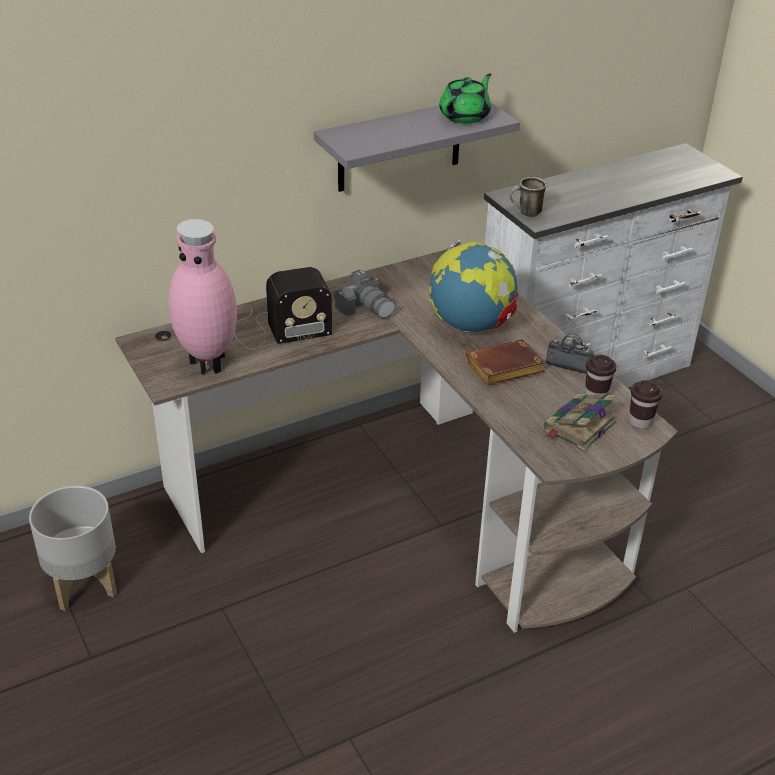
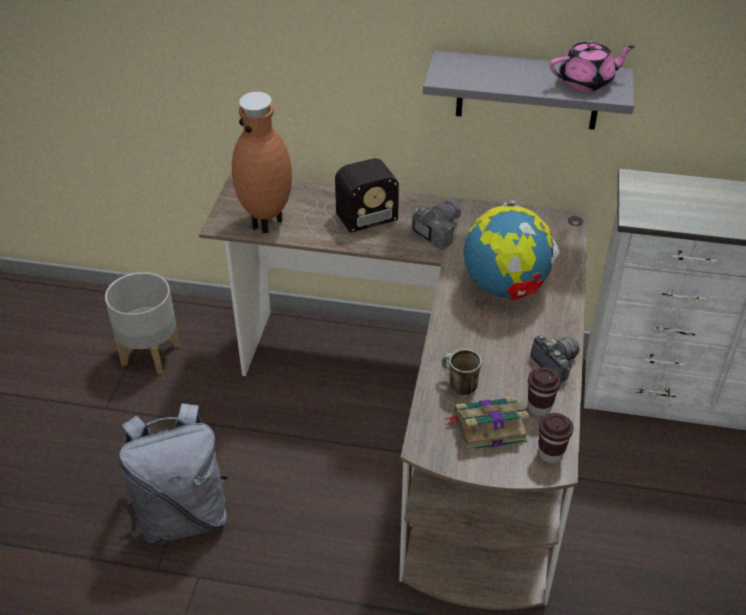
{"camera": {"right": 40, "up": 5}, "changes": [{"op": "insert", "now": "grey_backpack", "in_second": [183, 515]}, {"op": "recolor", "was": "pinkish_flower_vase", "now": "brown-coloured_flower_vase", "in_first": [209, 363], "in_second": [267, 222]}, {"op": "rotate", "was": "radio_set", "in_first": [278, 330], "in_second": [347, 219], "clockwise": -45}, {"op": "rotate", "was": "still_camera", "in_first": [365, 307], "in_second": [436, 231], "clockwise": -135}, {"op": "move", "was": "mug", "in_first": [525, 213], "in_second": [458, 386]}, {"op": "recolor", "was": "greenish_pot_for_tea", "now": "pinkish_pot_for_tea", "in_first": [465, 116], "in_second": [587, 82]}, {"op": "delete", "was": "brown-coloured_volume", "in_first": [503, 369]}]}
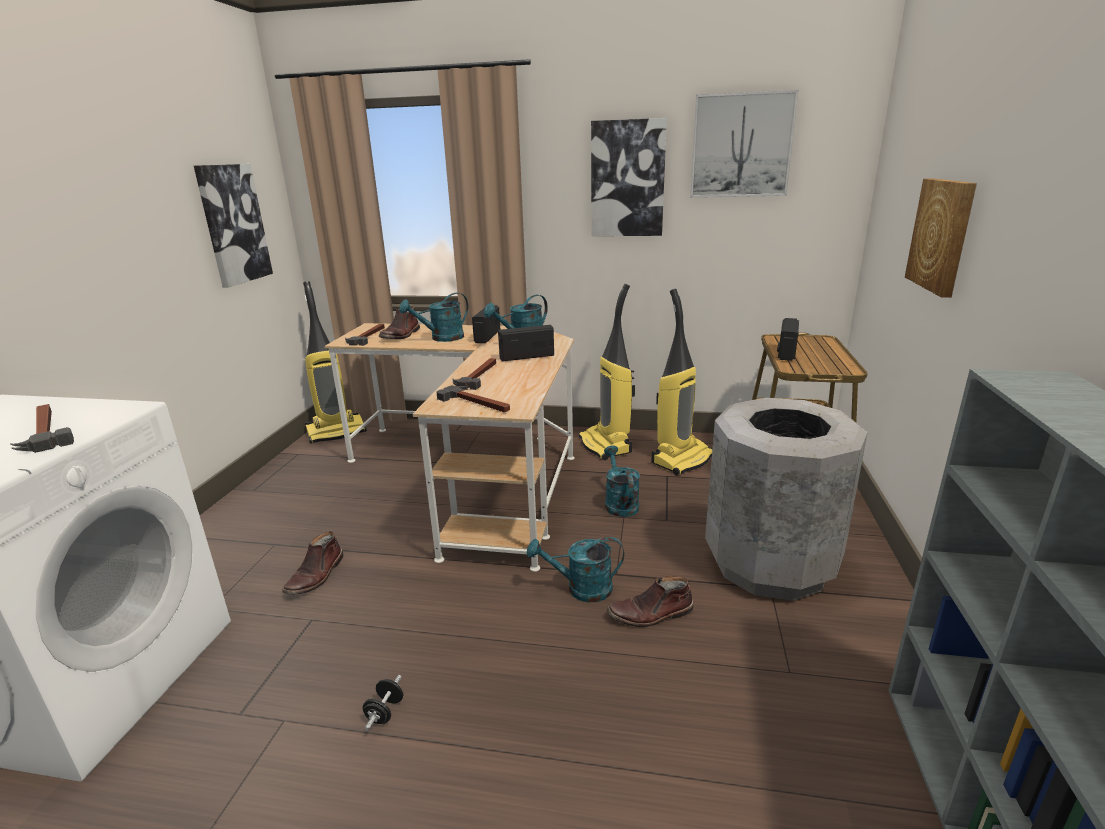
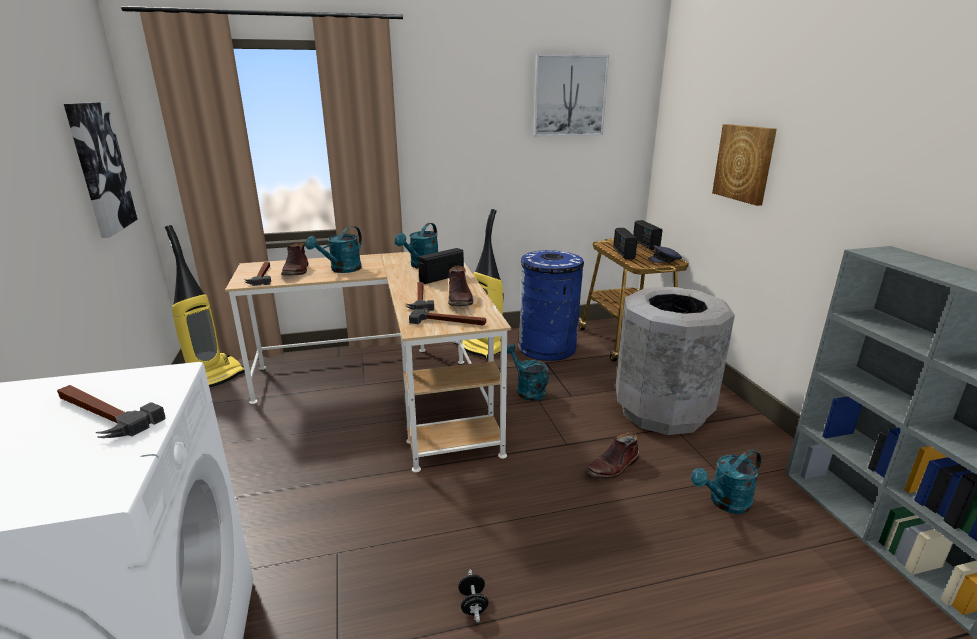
{"camera": {"right": -25, "up": 0}, "changes": [{"op": "move", "was": "brown-coloured_boot", "in_first": [316, 576], "in_second": [460, 299]}, {"op": "replace", "was": "vacuum_cleaner", "now": "bluish_rubbish_bin", "in_first": [682, 459], "in_second": [547, 348]}, {"op": "move", "was": "radio_set", "in_first": [487, 336], "in_second": [645, 244]}, {"op": "insert", "now": "grey_baseball_cap", "in_second": [665, 260]}, {"op": "move", "was": "blue-green_watering_pot", "in_first": [581, 589], "in_second": [725, 503]}, {"op": "delete", "was": "picture", "in_first": [627, 179]}]}
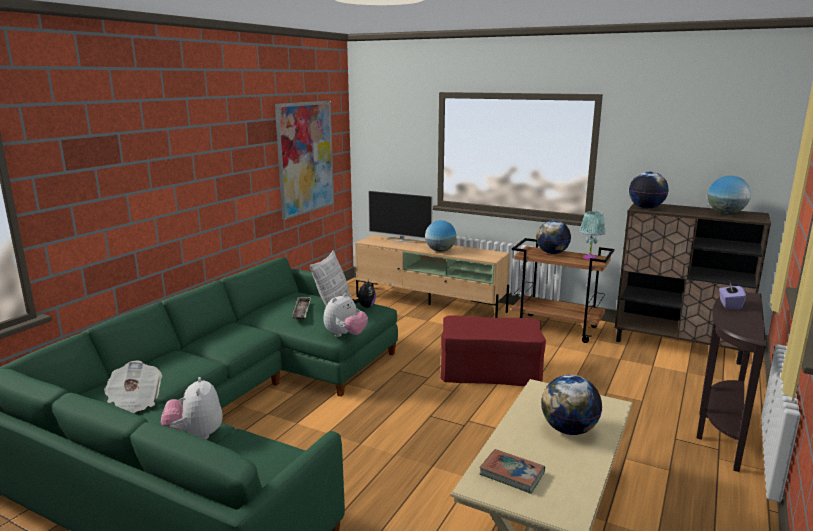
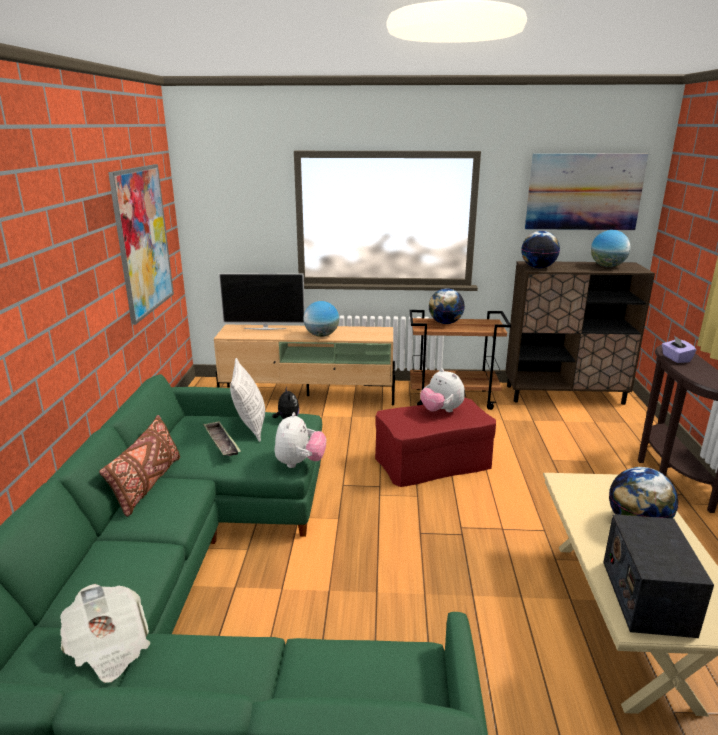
{"camera": {"right": -25, "up": 5}, "changes": [{"op": "insert", "now": "brown-coloured_pillow", "in_second": [147, 485]}, {"op": "move", "was": "cuddly_toy", "in_first": [195, 435], "in_second": [441, 411]}, {"op": "insert", "now": "picture", "in_second": [584, 192]}, {"op": "replace", "was": "volume", "now": "radio_set", "in_first": [512, 474], "in_second": [646, 596]}, {"op": "delete", "was": "blue-green_table_lamp", "in_first": [590, 257]}]}
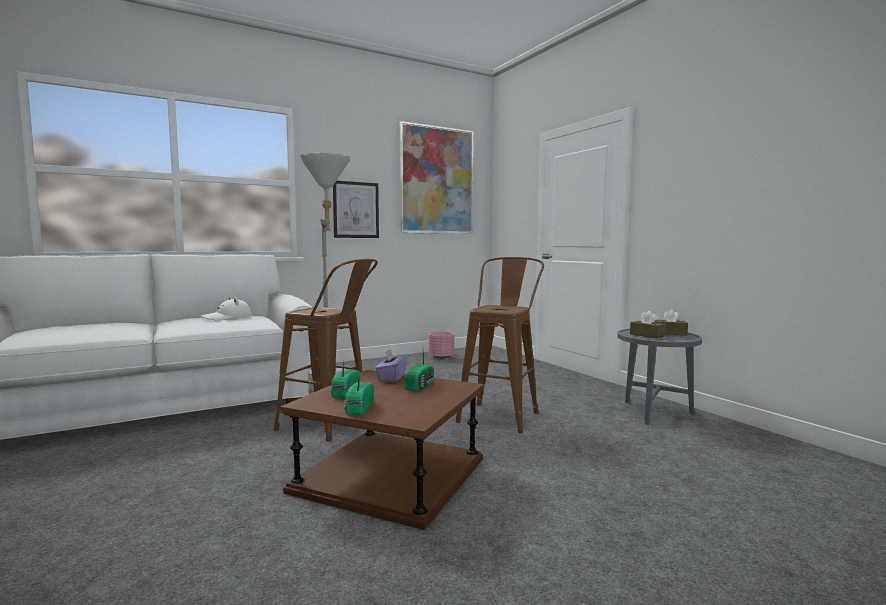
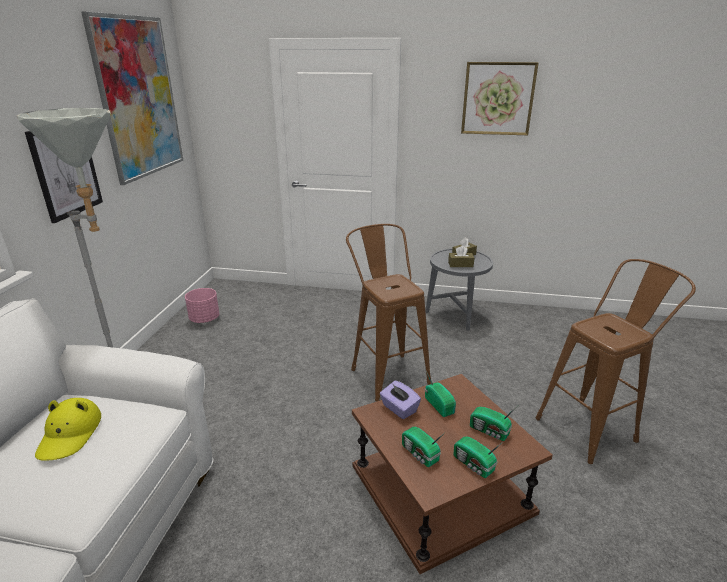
{"camera": {"right": -50, "up": 20}, "changes": [{"op": "recolor", "was": "whitish_clothing_hat", "now": "yellow_clothing_hat", "in_first": [227, 318], "in_second": [70, 434]}, {"op": "insert", "now": "picture", "in_second": [498, 99]}, {"op": "insert", "now": "radio_set", "in_second": [490, 431]}, {"op": "move", "was": "brown-coloured_stool_seat", "in_first": [331, 426], "in_second": [593, 427]}]}
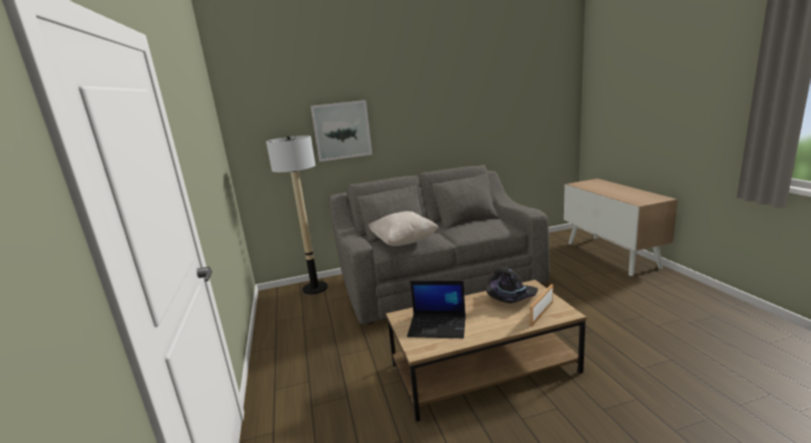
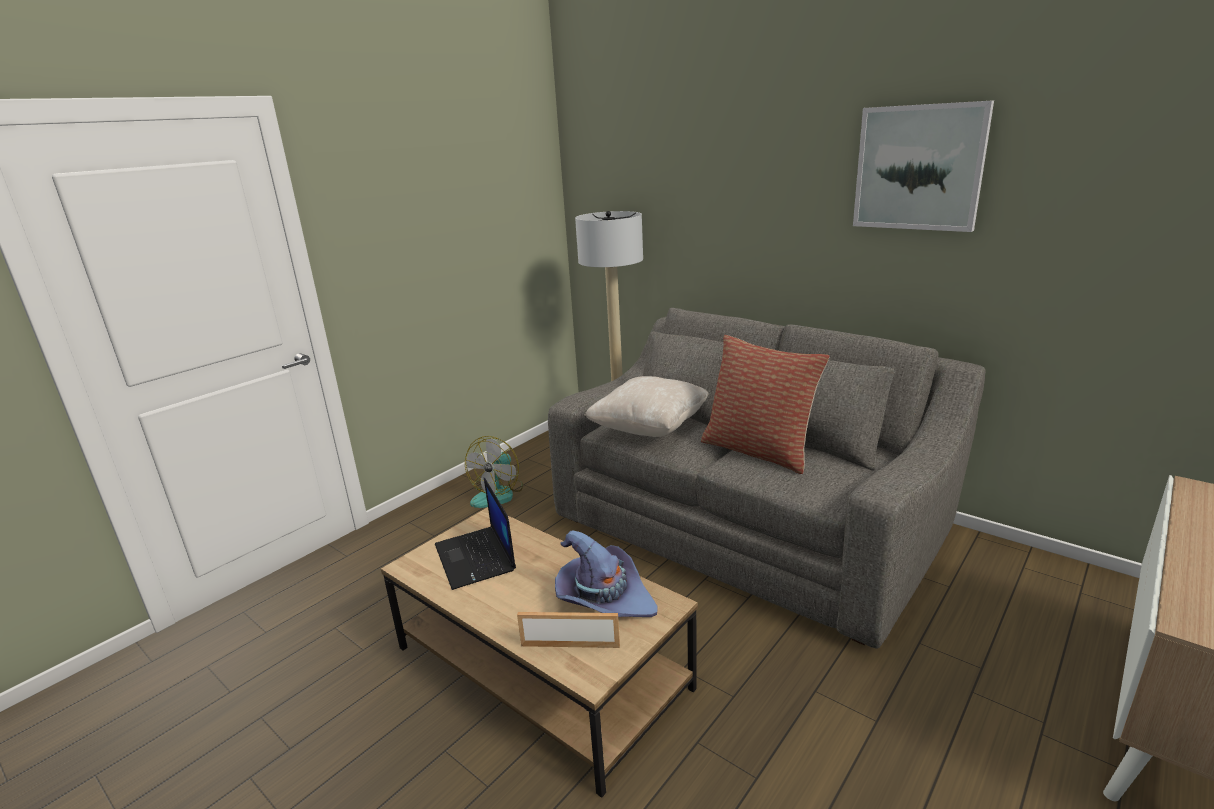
{"camera": {"right": 55, "up": 5}, "changes": [{"op": "insert", "now": "electric_fan", "in_second": [498, 494]}, {"op": "recolor", "was": "black-coloured_clothing_hat", "now": "purplish_clothing_hat", "in_first": [512, 298], "in_second": [603, 597]}, {"op": "insert", "now": "pillow", "in_second": [759, 450]}, {"op": "move", "was": "picture", "in_first": [342, 130], "in_second": [919, 168]}]}
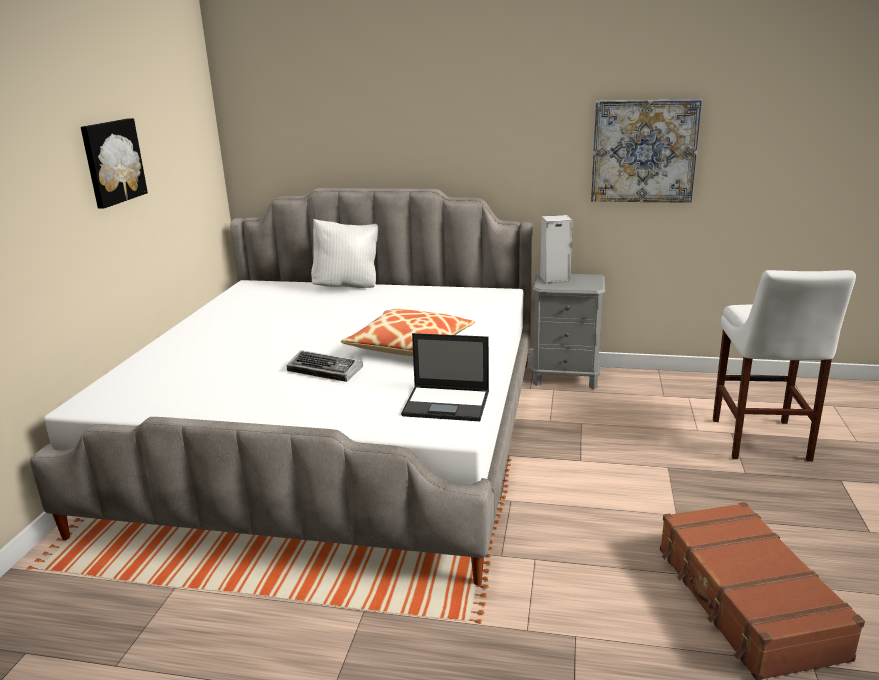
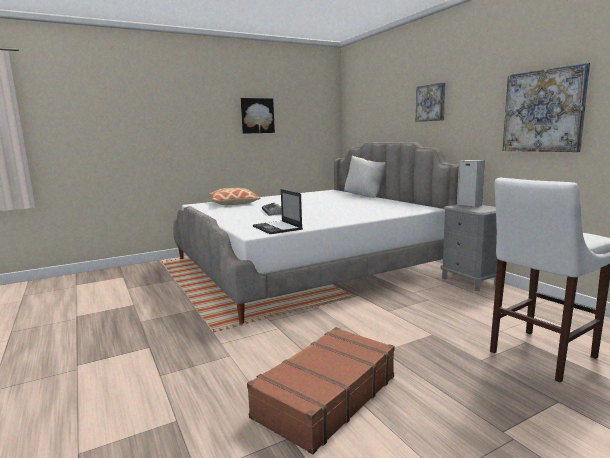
{"camera": {"right": 50, "up": -10}, "changes": [{"op": "move", "was": "pillow", "in_first": [410, 346], "in_second": [234, 203]}, {"op": "insert", "now": "picture", "in_second": [431, 103]}]}
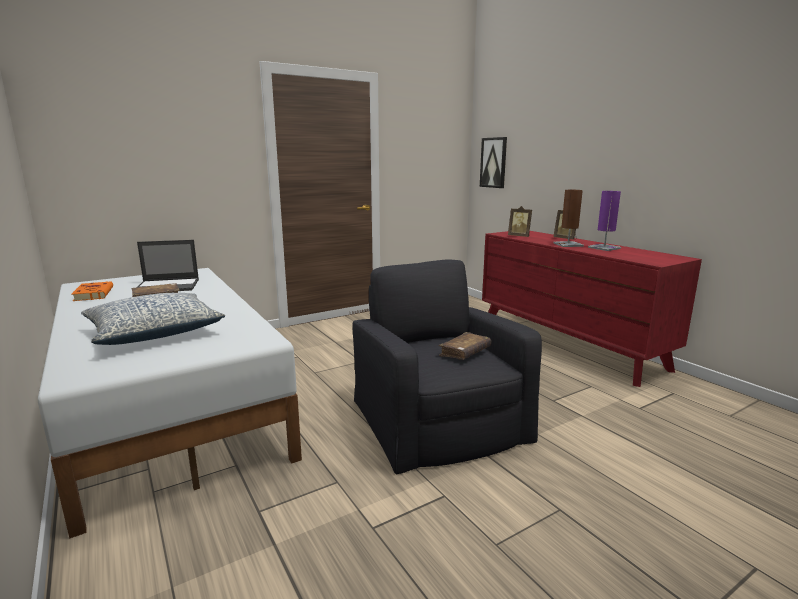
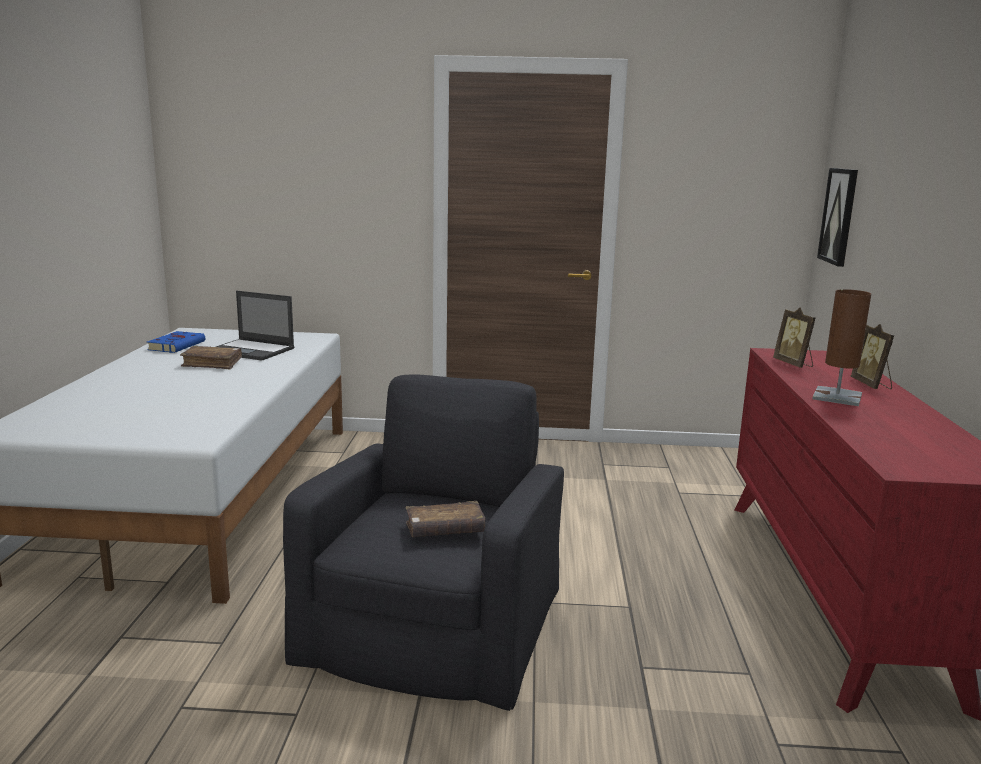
{"camera": {"right": 35, "up": 0}, "changes": [{"op": "recolor", "was": "orange_volume", "now": "bluish_volume", "in_first": [94, 294], "in_second": [177, 345]}, {"op": "delete", "was": "pillow", "in_first": [155, 332]}, {"op": "delete", "was": "purplish_table_lamp", "in_first": [604, 248]}]}
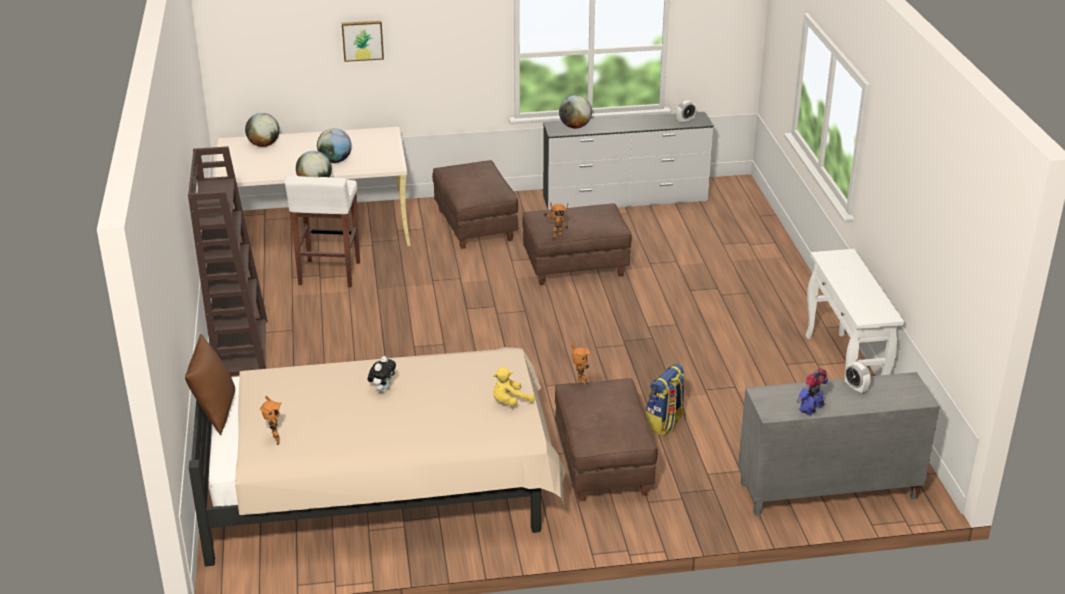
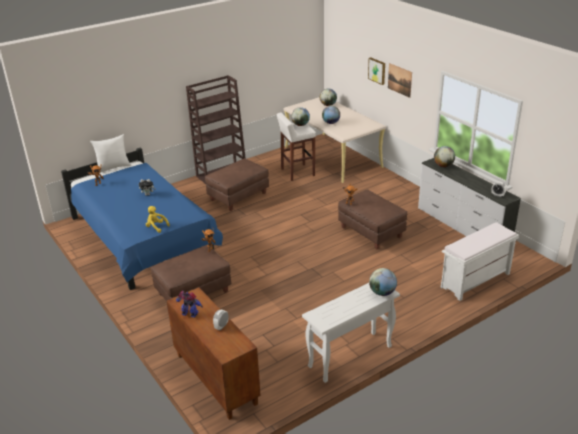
{"camera": {"right": 65, "up": 0}, "changes": [{"op": "recolor", "was": "beige-coloured_sleeping_bed", "now": "bluish_sleeping_bed", "in_first": [383, 487], "in_second": [142, 239]}, {"op": "recolor", "was": "brown-coloured_pillow", "now": "whitish_pillow", "in_first": [215, 412], "in_second": [113, 167]}, {"op": "recolor", "was": "grey_storage_cabinet", "now": "brown-coloured_storage_cabinet", "in_first": [827, 491], "in_second": [215, 379]}, {"op": "move", "was": "brown-coloured_pouffe", "in_first": [475, 226], "in_second": [238, 197]}, {"op": "insert", "now": "world_globe", "in_second": [382, 292]}, {"op": "insert", "now": "picture", "in_second": [399, 80]}, {"op": "insert", "now": "whitish_long_seat", "in_second": [475, 281]}, {"op": "delete", "was": "backpack", "in_first": [665, 423]}]}
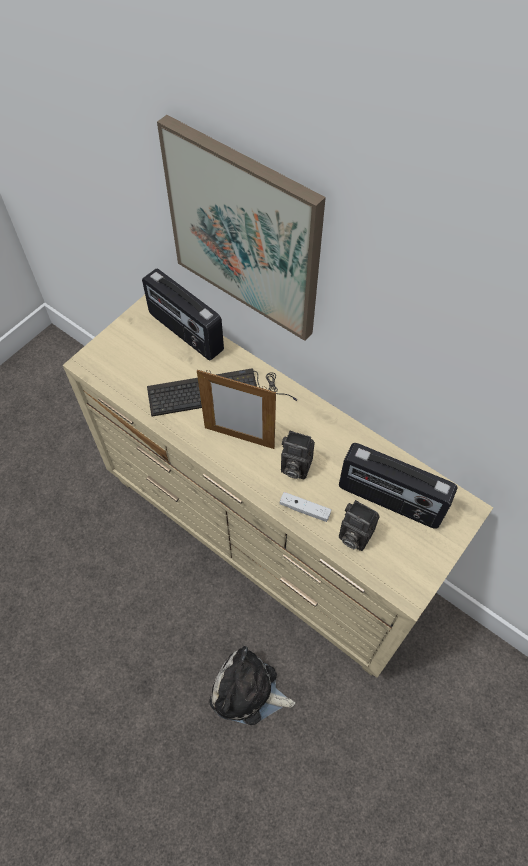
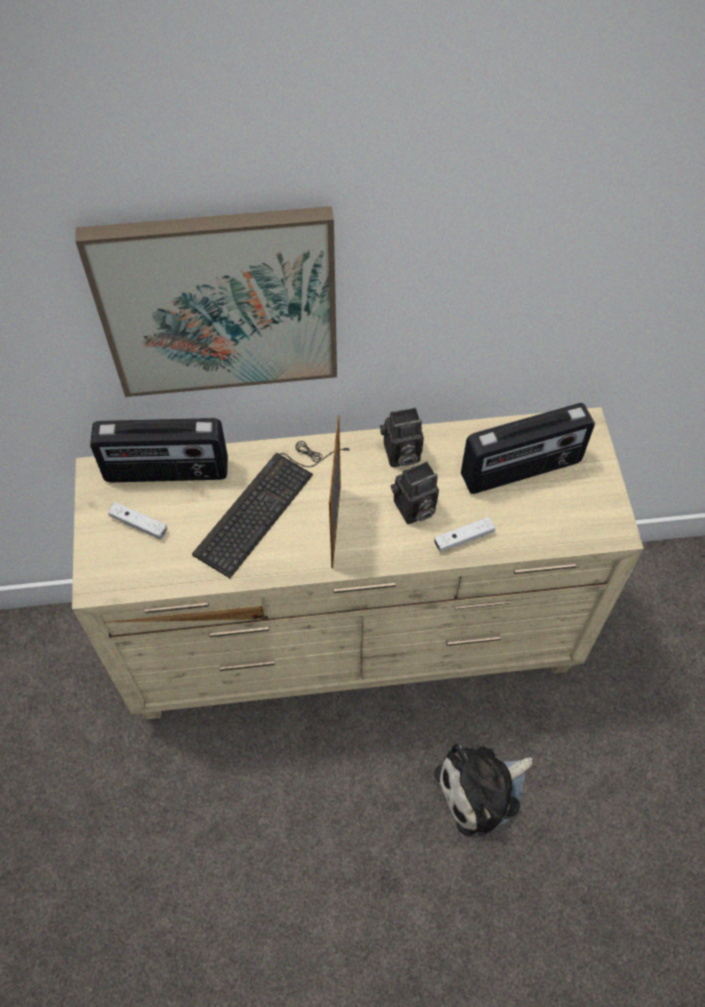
{"camera": {"right": -45, "up": 0}, "changes": [{"op": "insert", "now": "whitish_joypad", "in_second": [139, 524]}, {"op": "rotate", "was": "photo_frame", "in_first": [239, 437], "in_second": [336, 526], "clockwise": 120}, {"op": "move", "was": "still_camera", "in_first": [353, 535], "in_second": [400, 455]}]}
